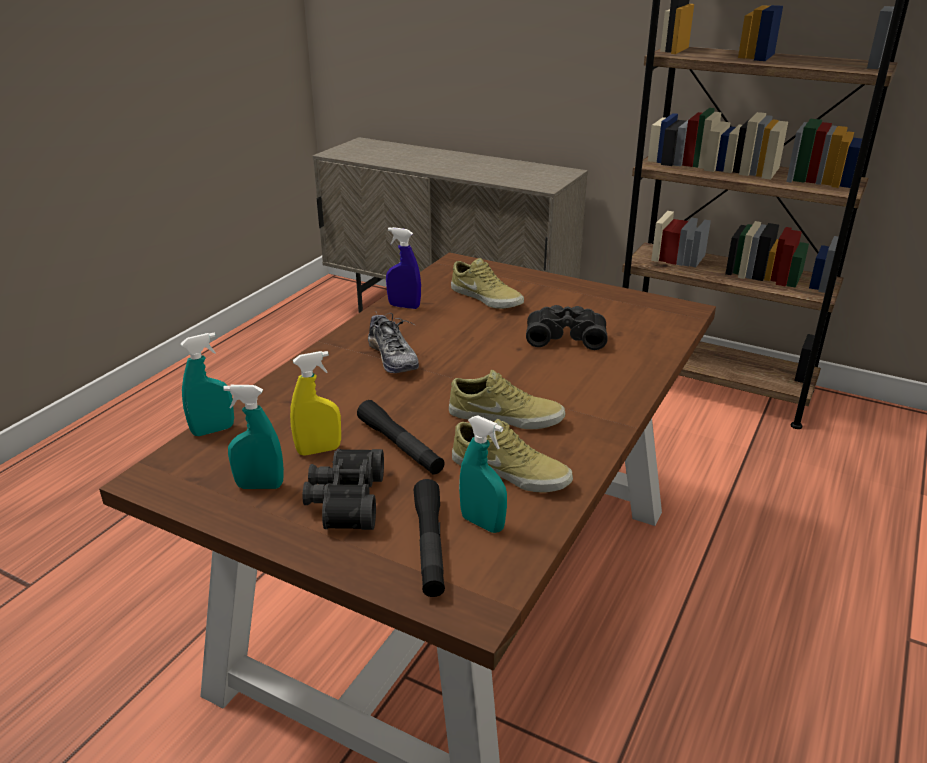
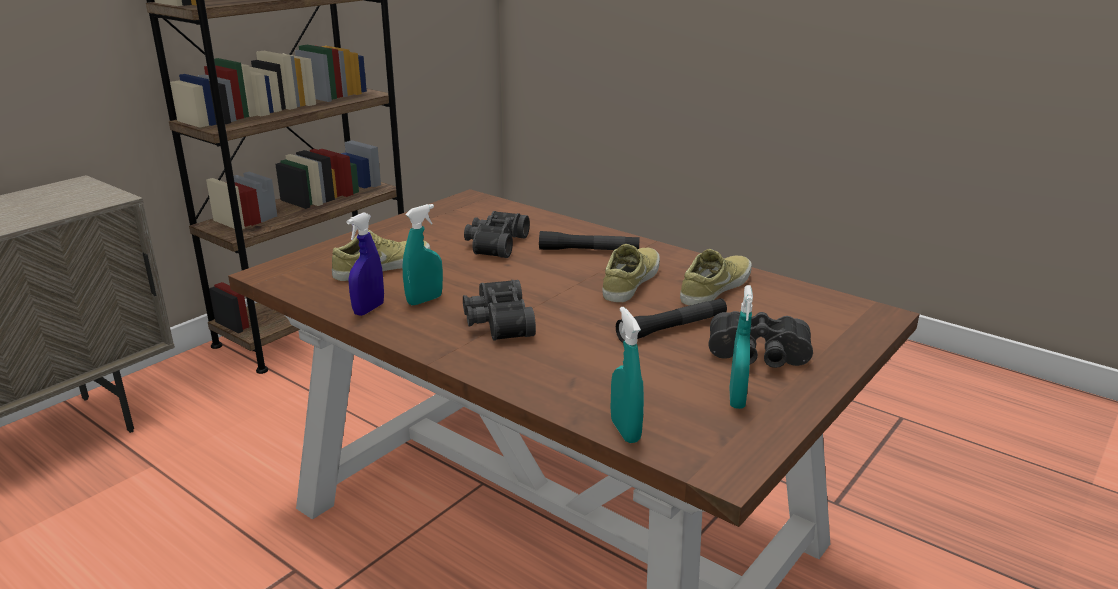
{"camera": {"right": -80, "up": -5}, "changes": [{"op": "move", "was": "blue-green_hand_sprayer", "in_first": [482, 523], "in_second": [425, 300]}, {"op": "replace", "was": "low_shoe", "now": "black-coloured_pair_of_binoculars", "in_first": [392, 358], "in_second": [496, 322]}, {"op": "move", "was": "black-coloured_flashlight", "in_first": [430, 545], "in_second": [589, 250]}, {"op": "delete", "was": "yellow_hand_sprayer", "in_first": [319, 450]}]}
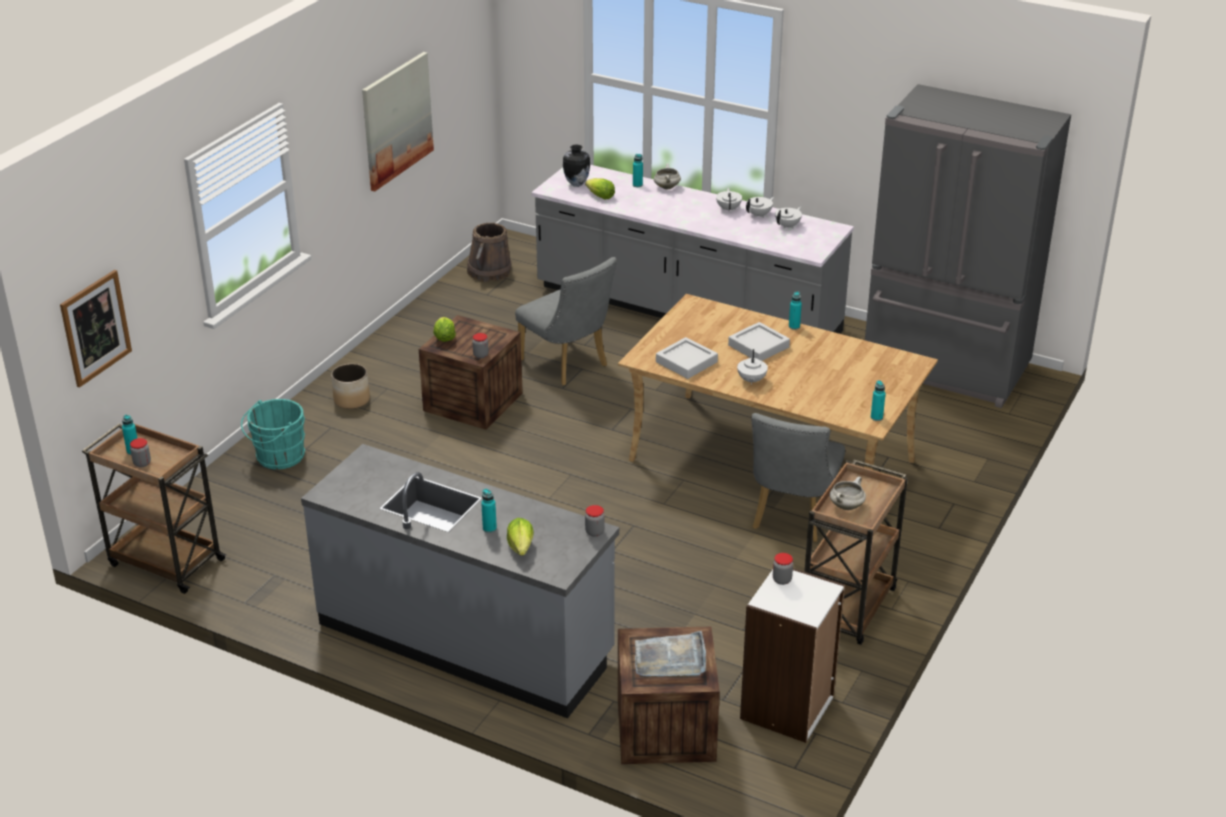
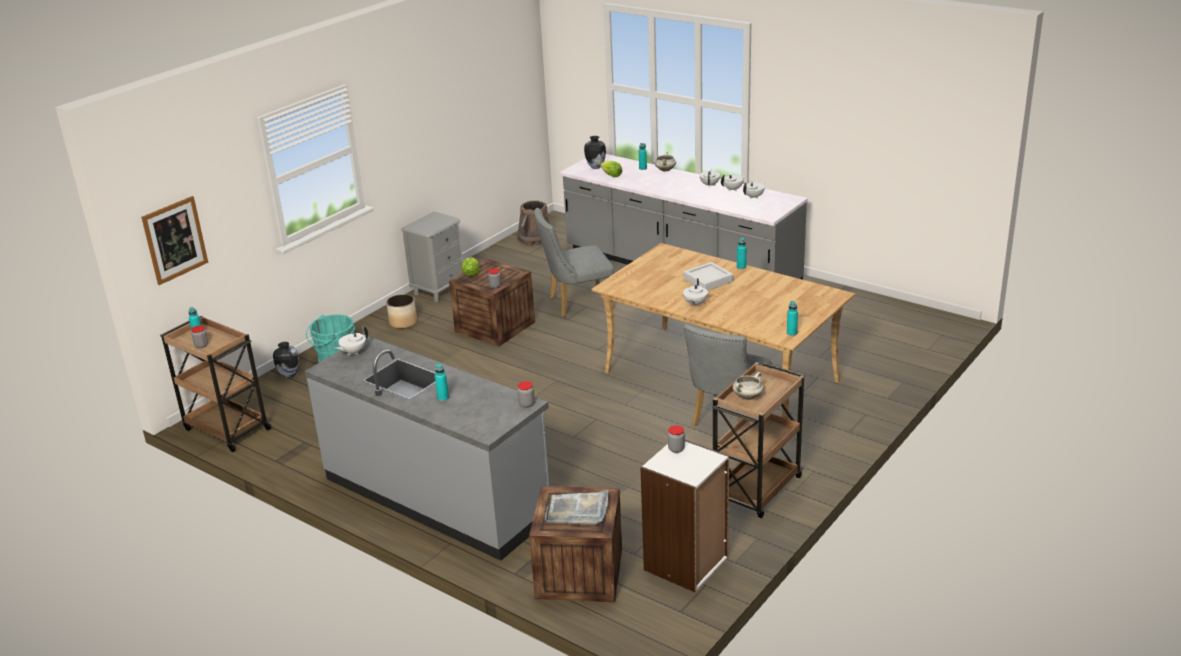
{"camera": {"right": 10, "up": -5}, "changes": [{"op": "insert", "now": "flower_vase", "in_second": [289, 375]}, {"op": "insert", "now": "whitish_pot_for_tea", "in_second": [353, 352]}, {"op": "insert", "now": "grey_night_table", "in_second": [440, 289]}, {"op": "rotate", "was": "grey_upright_chair", "in_first": [568, 365], "in_second": [576, 304], "clockwise": 105}, {"op": "delete", "was": "picture", "in_first": [396, 120]}, {"op": "delete", "was": "lettuce", "in_first": [521, 547]}, {"op": "delete", "was": "grey_serving_tray", "in_first": [686, 362]}, {"op": "delete", "was": "grey_fridge", "in_first": [945, 369]}]}
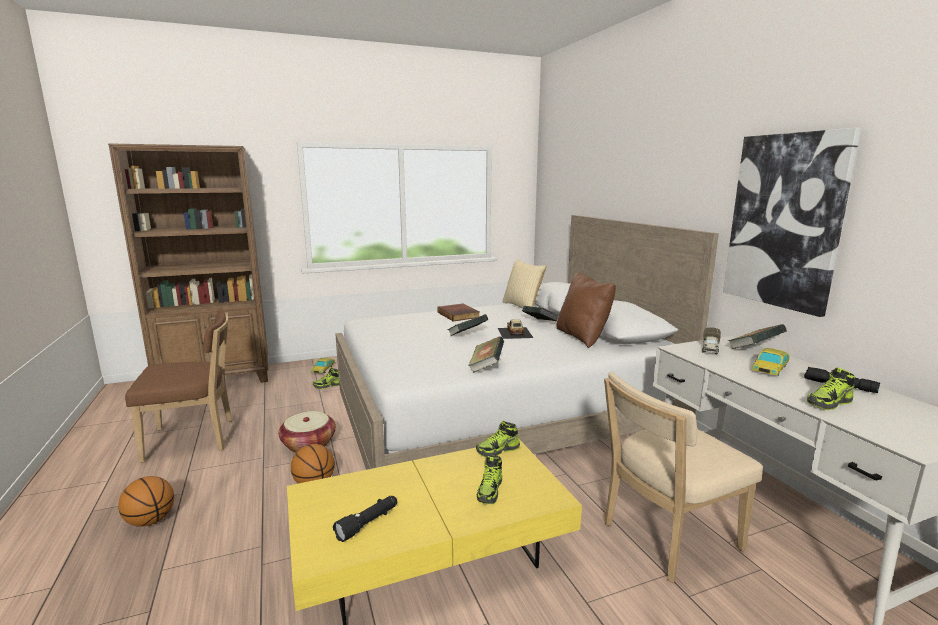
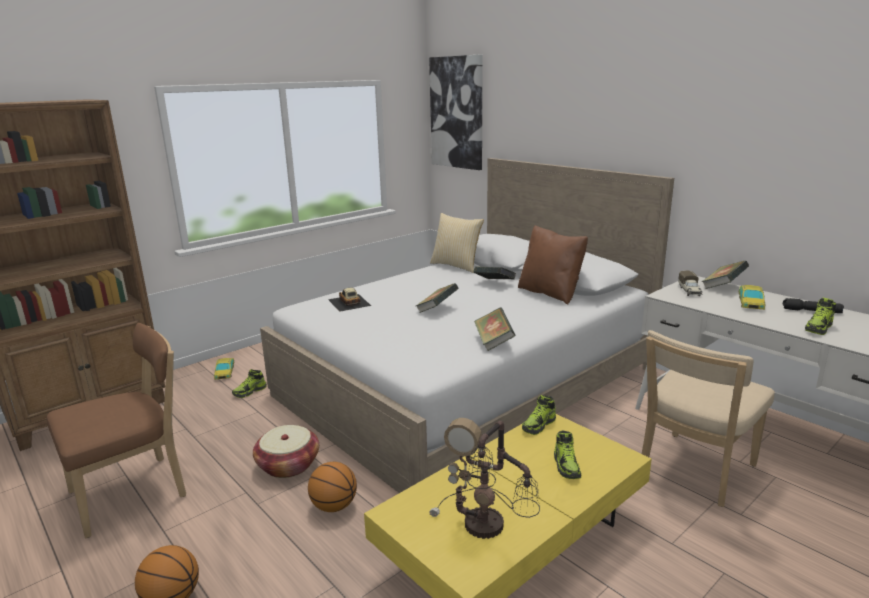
{"camera": {"right": -20, "up": 5}, "changes": [{"op": "move", "was": "model_car", "in_first": [514, 332], "in_second": [349, 302]}, {"op": "move", "was": "picture", "in_first": [785, 221], "in_second": [457, 113]}, {"op": "replace", "was": "black-coloured_flashlight", "now": "table_lamp", "in_first": [368, 523], "in_second": [485, 527]}, {"op": "delete", "was": "volume", "in_first": [459, 315]}]}
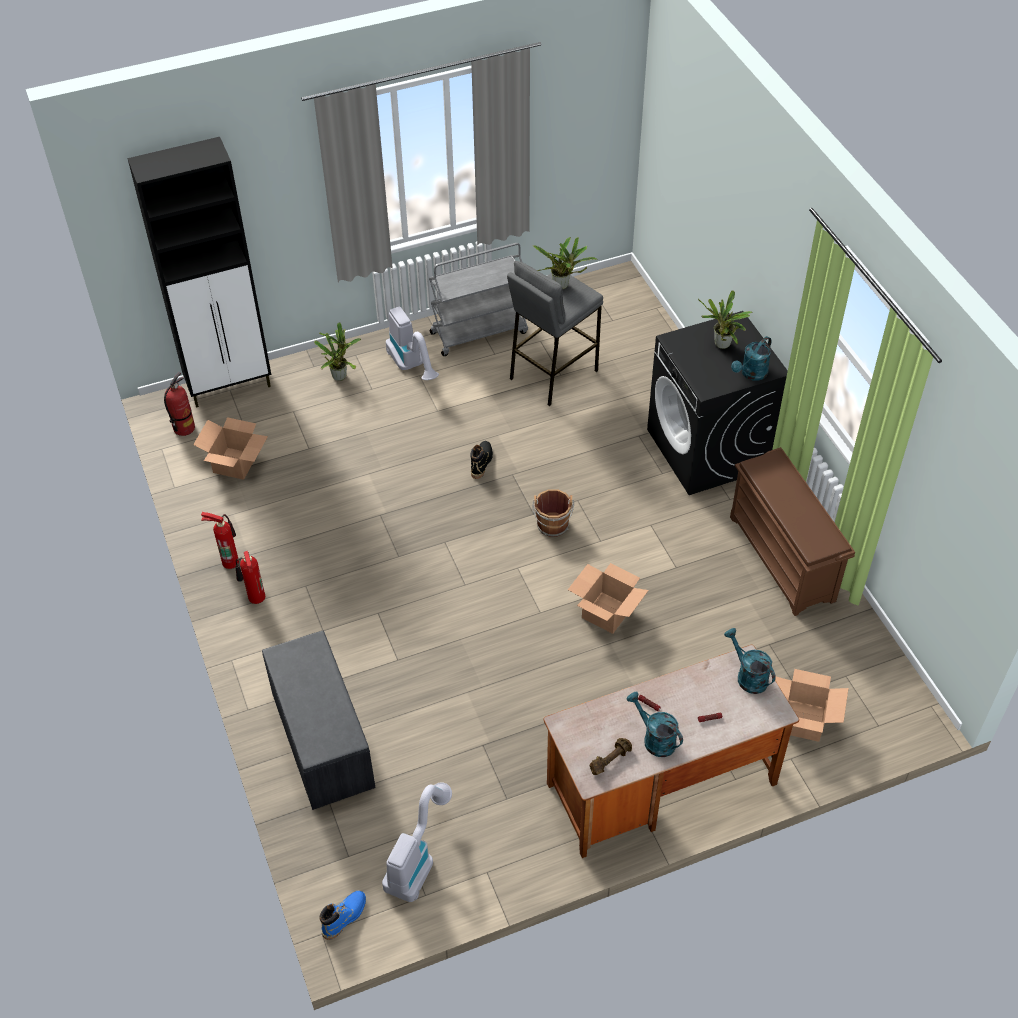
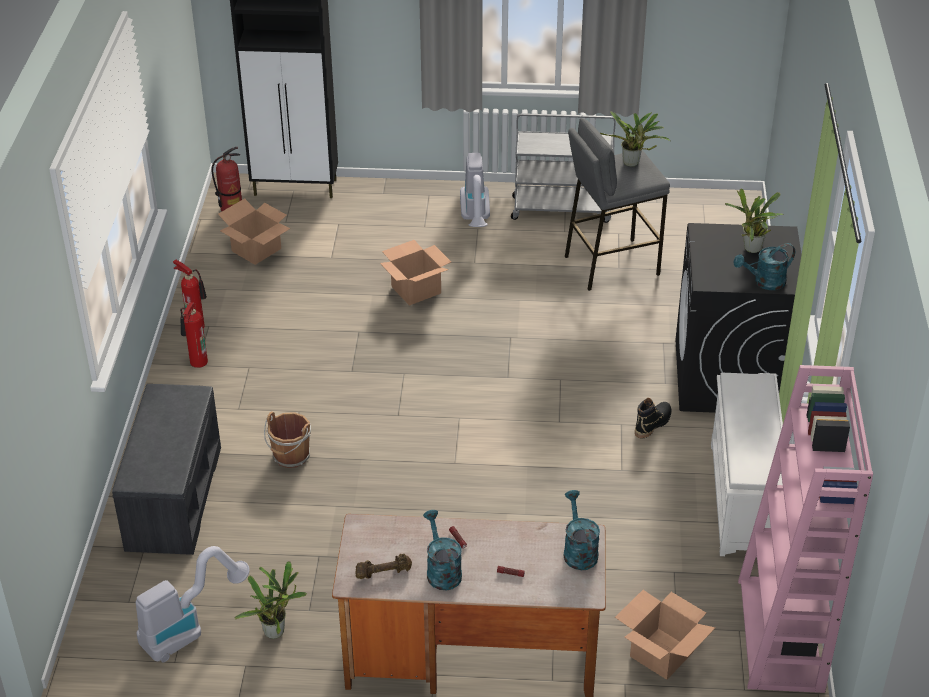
{"camera": {"right": 25, "up": -10}, "changes": [{"op": "move", "was": "potted_plant", "in_first": [340, 375], "in_second": [277, 630]}, {"op": "move", "was": "brown-coloured_pail", "in_first": [553, 526], "in_second": [291, 457]}, {"op": "move", "was": "cardboard_box", "in_first": [607, 613], "in_second": [415, 290]}, {"op": "move", "was": "black-coloured_boot", "in_first": [481, 462], "in_second": [653, 423]}, {"op": "recolor", "was": "brown-coloured_shoe_shelf", "now": "whitish_shoe_shelf", "in_first": [783, 559], "in_second": [743, 500]}, {"op": "insert", "now": "pinkish_bookcase", "in_second": [781, 636]}, {"op": "delete", "was": "bluish_boot", "in_first": [344, 917]}]}
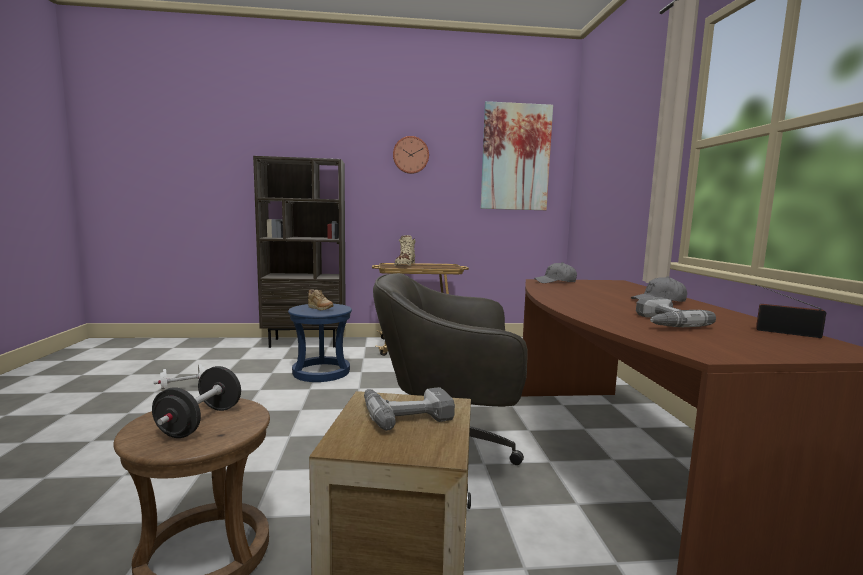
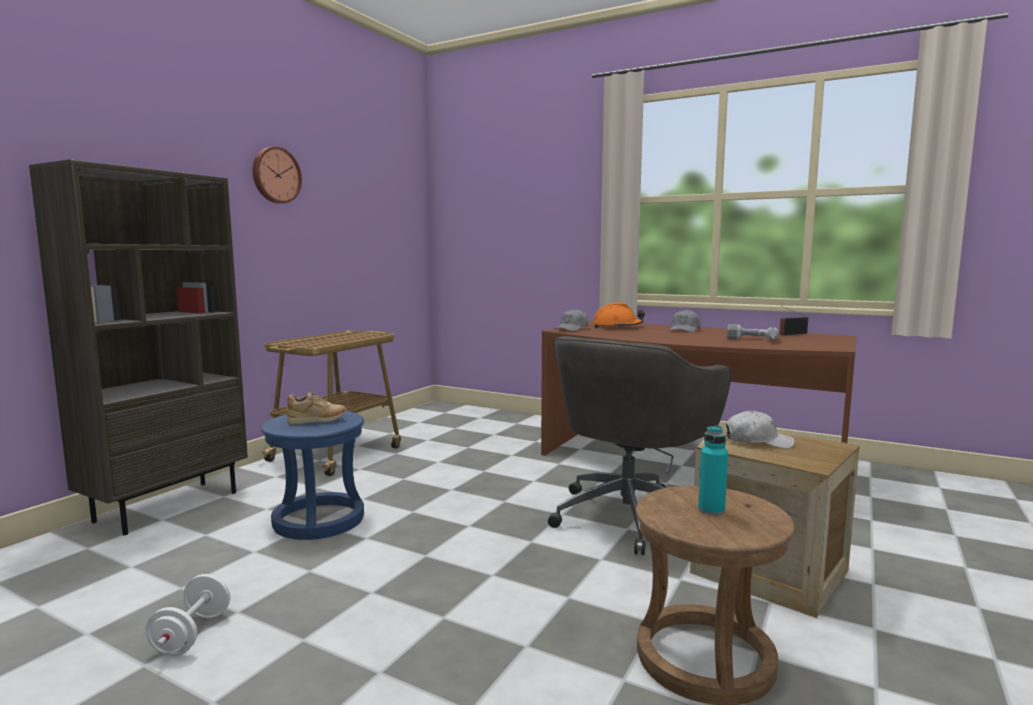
{"camera": {"right": -55, "up": 0}, "changes": [{"op": "insert", "now": "orange_safety_helmet", "in_second": [617, 327]}, {"op": "replace", "was": "black-coloured_dumbbell", "now": "blue-green_drink_bottle", "in_first": [200, 422], "in_second": [711, 510]}, {"op": "replace", "was": "drill", "now": "whitish_baseball_cap", "in_first": [405, 412], "in_second": [758, 441]}, {"op": "delete", "was": "beige-coloured_boot", "in_first": [405, 265]}, {"op": "delete", "was": "picture", "in_first": [515, 157]}]}
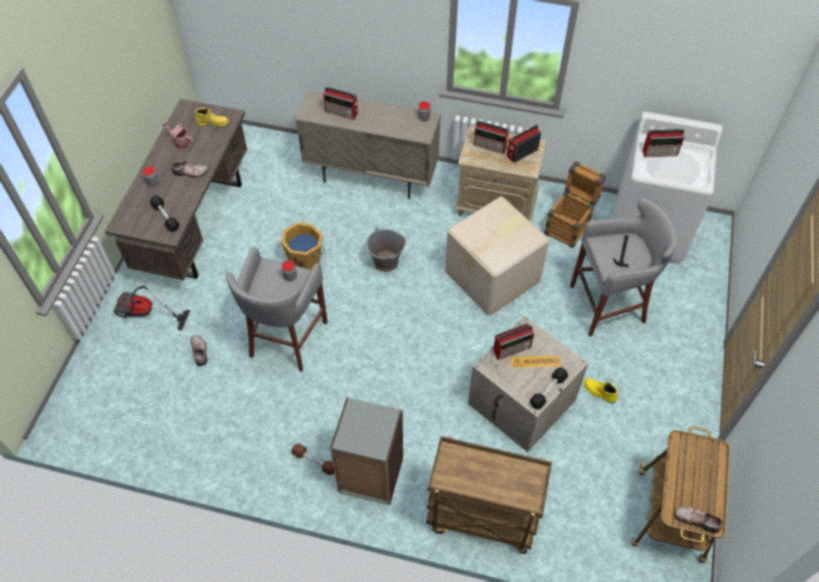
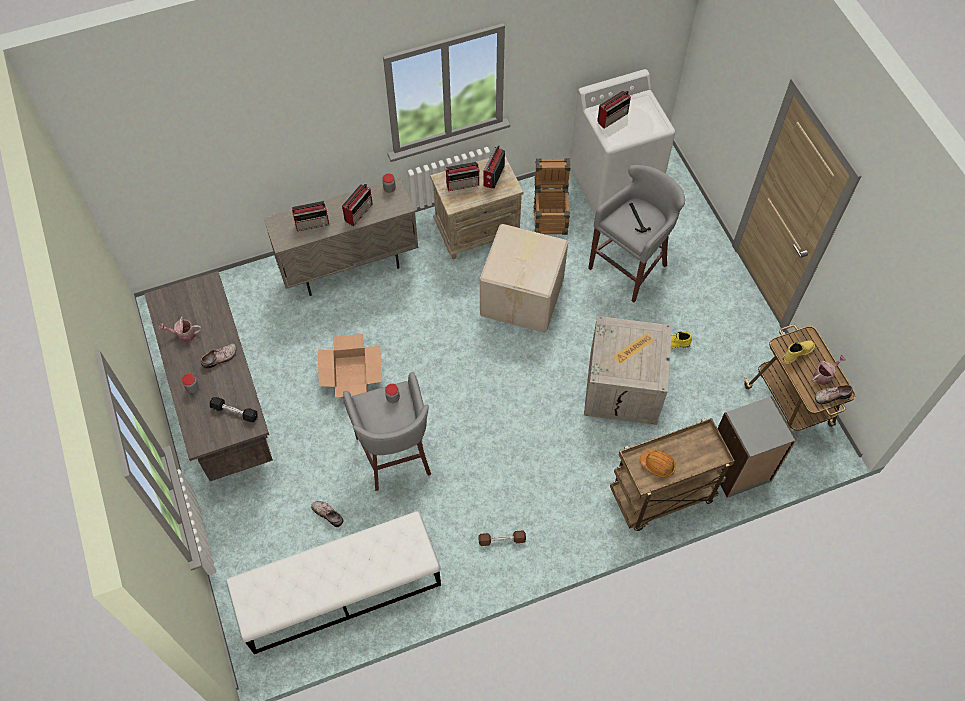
{"camera": {"right": -35, "up": 5}, "changes": [{"op": "insert", "now": "whitish_long_seat", "in_second": [339, 592]}, {"op": "replace", "was": "orange_pail", "now": "cardboard_box", "in_first": [305, 258], "in_second": [351, 375]}, {"op": "move", "was": "radio_set", "in_first": [512, 348], "in_second": [359, 212]}, {"op": "insert", "now": "orange_safety_helmet", "in_second": [657, 465]}, {"op": "move", "was": "grey_bookcase", "in_first": [370, 475], "in_second": [738, 469]}, {"op": "move", "was": "yellow_boot", "in_first": [213, 123], "in_second": [797, 352]}, {"op": "insert", "now": "watering_pot", "in_second": [824, 375]}, {"op": "delete", "was": "vacuum_cleaner", "in_first": [145, 315]}, {"op": "delete", "was": "grey_pail", "in_first": [386, 262]}, {"op": "delete", "was": "black-coloured_dumbbell", "in_first": [548, 391]}]}
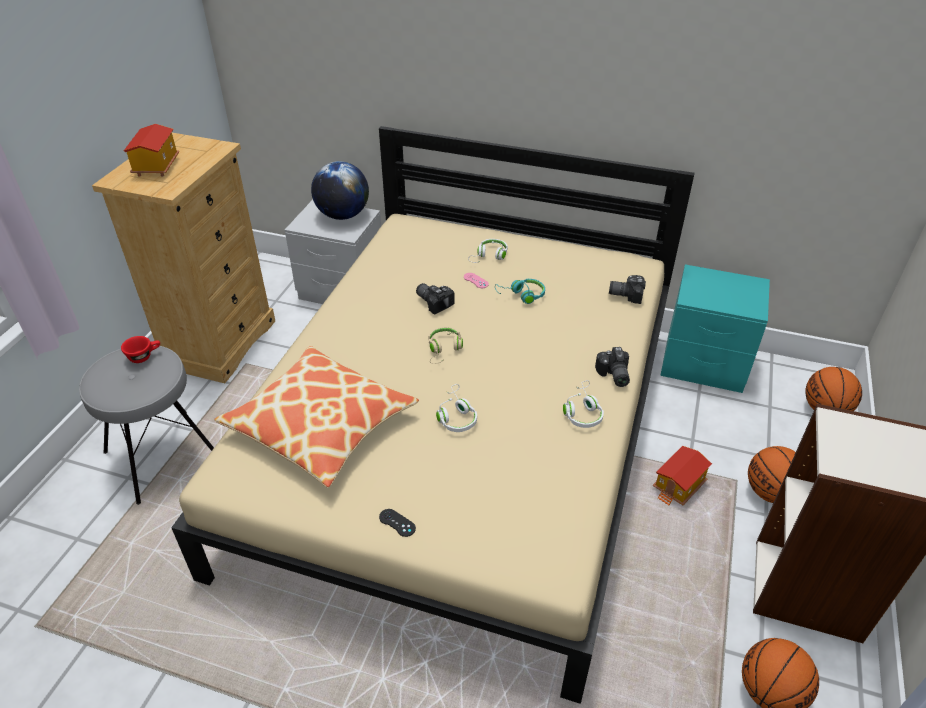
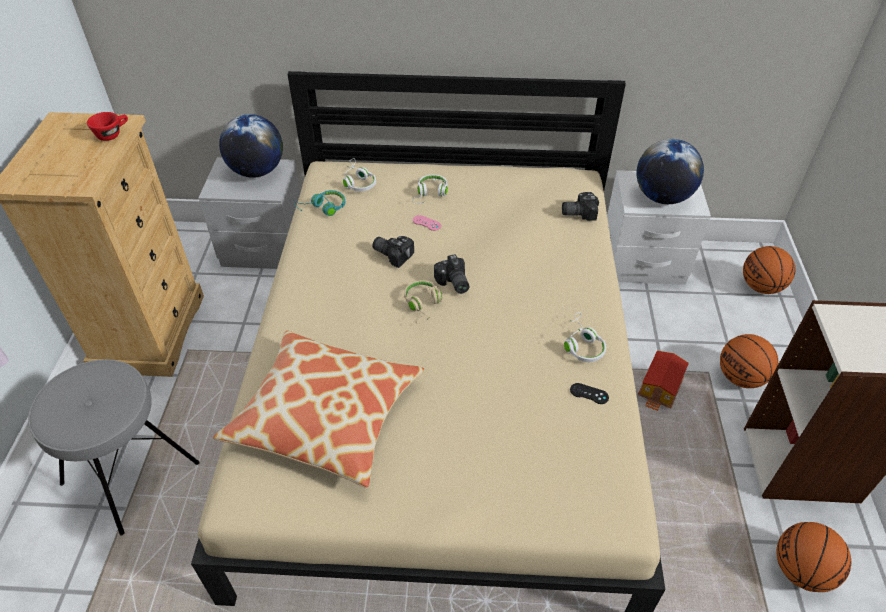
{"camera": {"right": -15, "up": 5}, "changes": [{"op": "move", "was": "reddish_cup", "in_first": [144, 356], "in_second": [112, 134]}, {"op": "move", "was": "blue-green_headphones", "in_first": [522, 295], "in_second": [323, 208]}, {"op": "move", "was": "whitish_headphones", "in_first": [456, 416], "in_second": [358, 182]}, {"op": "move", "was": "still_camera", "in_first": [613, 375], "in_second": [452, 283]}, {"op": "move", "was": "black-coloured_joypad", "in_first": [397, 523], "in_second": [589, 393]}, {"op": "recolor", "was": "blue-green_night_table", "now": "whitish_night_table", "in_first": [703, 364], "in_second": [642, 262]}, {"op": "insert", "now": "world_globe", "in_second": [662, 197]}, {"op": "delete", "was": "toy_house", "in_first": [156, 166]}]}
